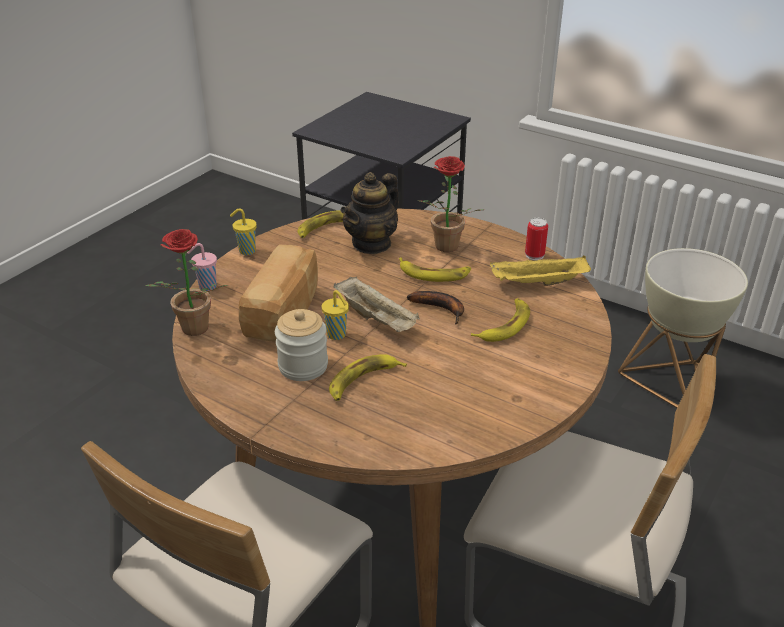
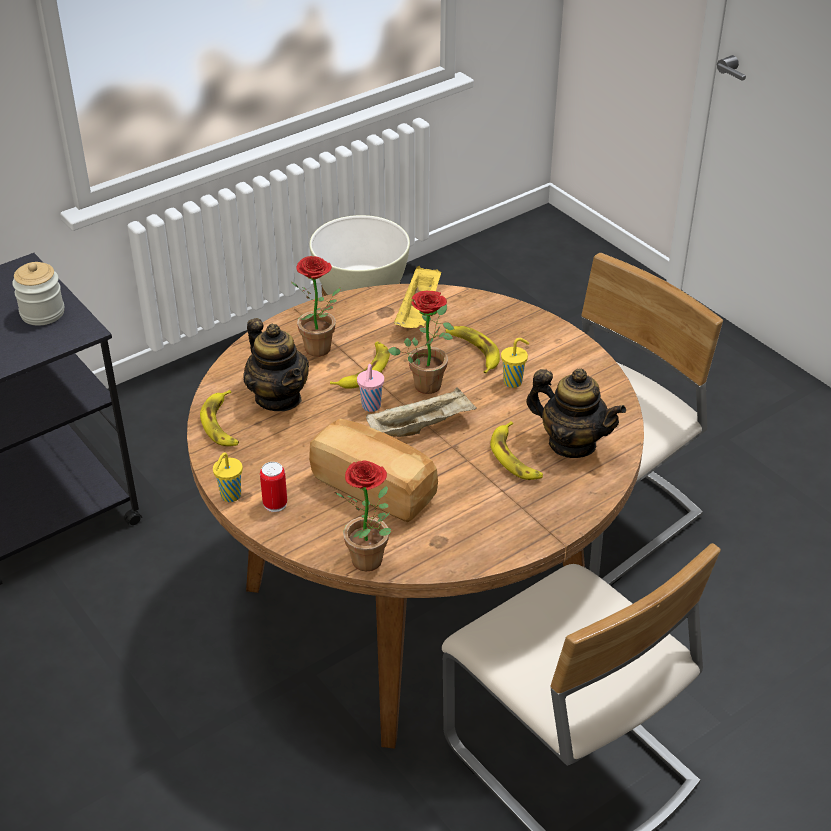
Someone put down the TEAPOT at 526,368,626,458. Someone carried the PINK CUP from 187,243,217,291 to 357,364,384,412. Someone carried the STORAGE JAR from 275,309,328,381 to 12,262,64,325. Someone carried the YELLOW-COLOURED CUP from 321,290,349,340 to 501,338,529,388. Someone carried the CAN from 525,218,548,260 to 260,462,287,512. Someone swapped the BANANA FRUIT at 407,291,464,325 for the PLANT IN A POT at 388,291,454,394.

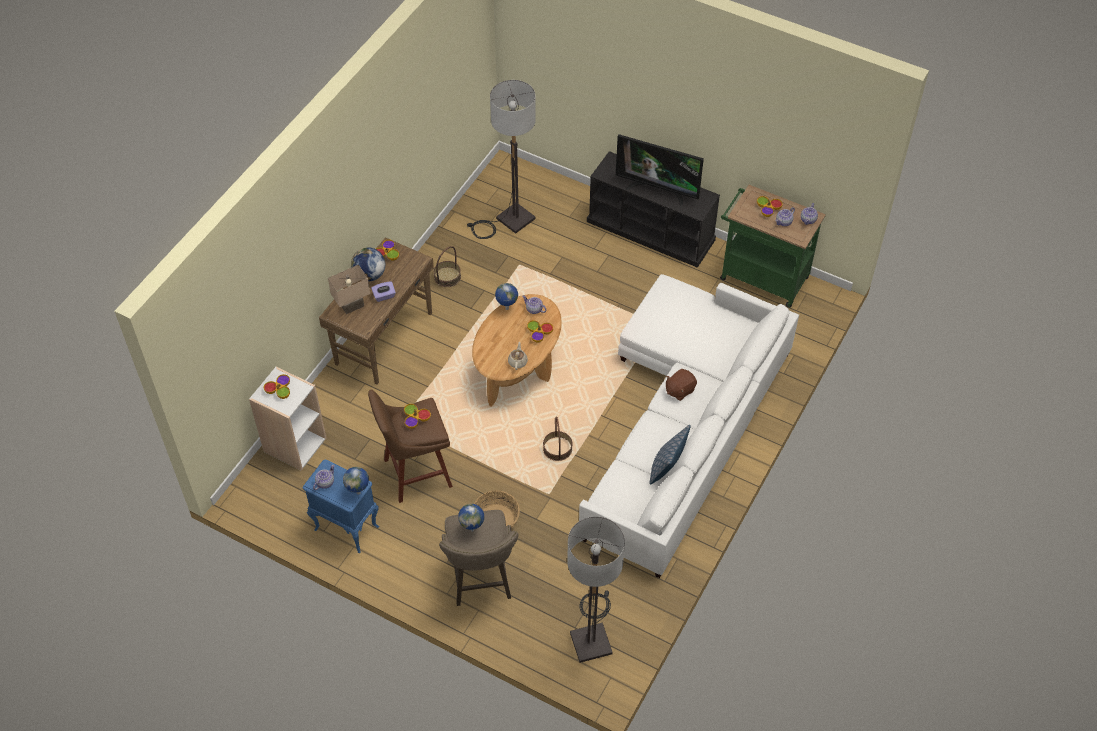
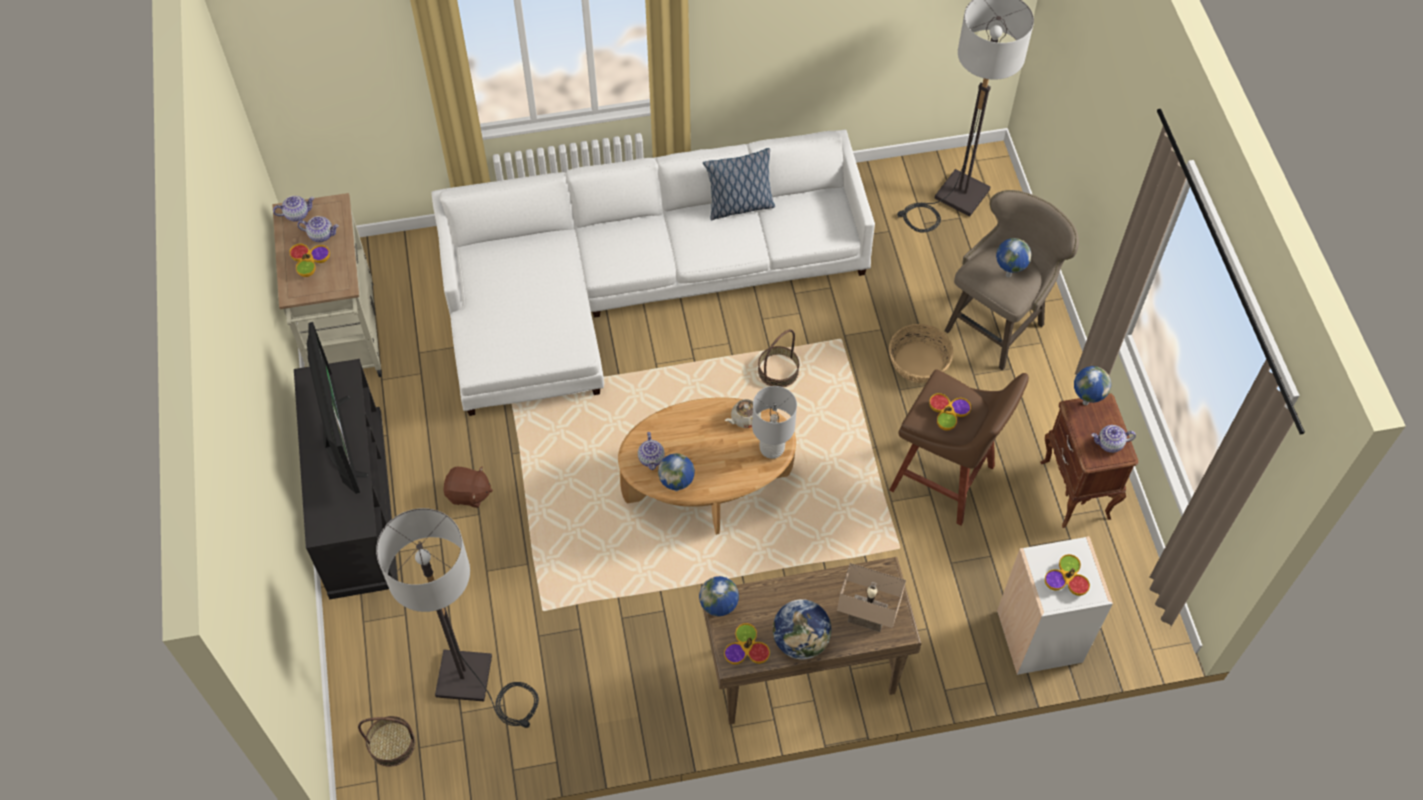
Someone took away the PURPLE-COLOURED TISSUE HOLDER at 371,282,396,302. Someone took away the SERVING BOWL at 527,320,553,343. Someone put down the DESK GLOBE at 699,576,739,616. Someone put down the GREY TABLE LAMP at 752,386,797,459. Someone carried the STORAGE BASKET from 434,246,461,287 to 358,716,415,767. Someone carried the BROWNISH PLUSH TOY from 666,369,697,401 to 443,466,493,508. Someone repainted the BLUISH BEDSIDE TABLE at 303,459,379,554, which became the BROWNISH BEDSIDE TABLE at 1040,393,1138,528. Someone repainted the GREEN WHEELED CART at 720,185,826,308, which became the SAND-COLOURED WHEELED CART at 272,193,382,377.

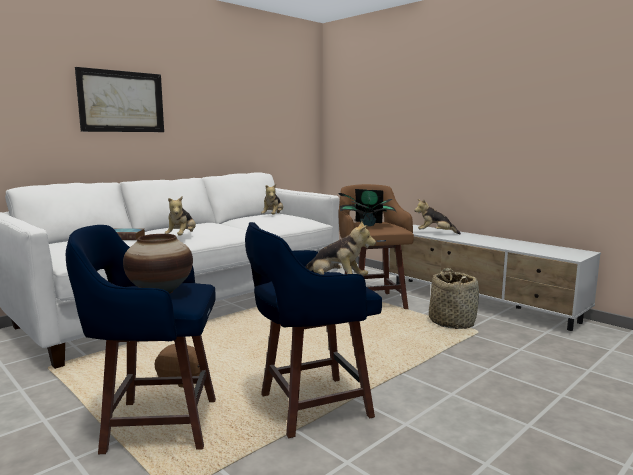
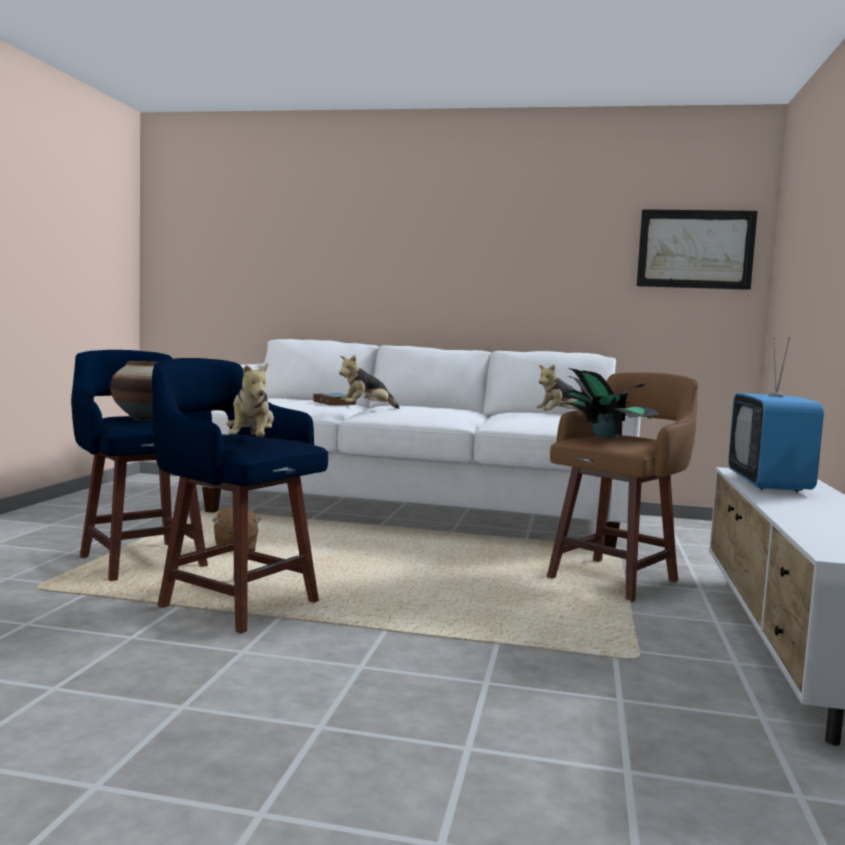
Someone took away the STORAGE BASKET at 429,268,479,329. Someone carried the WALL ART from 75,67,164,132 to 637,209,758,290. Someone swapped the PLUSH TOY at 415,199,461,234 for the TV at 728,337,824,492.

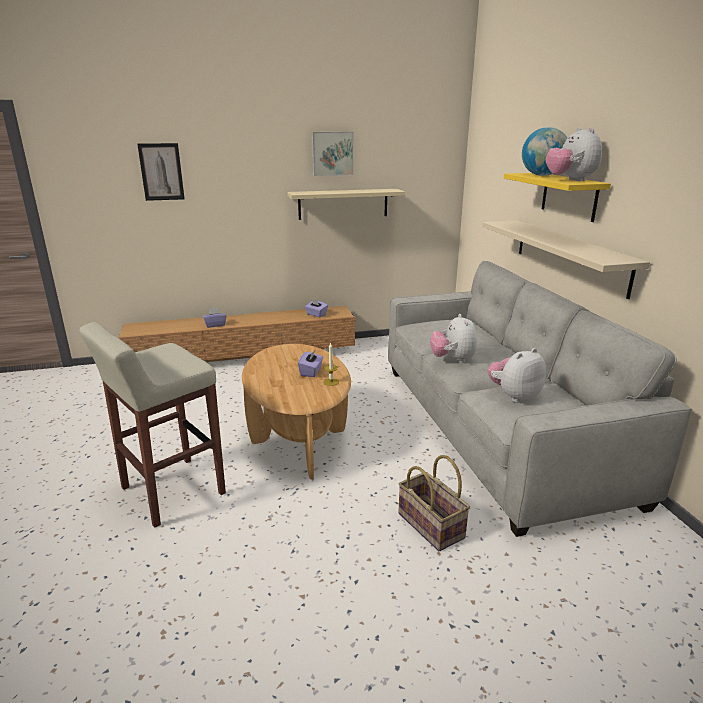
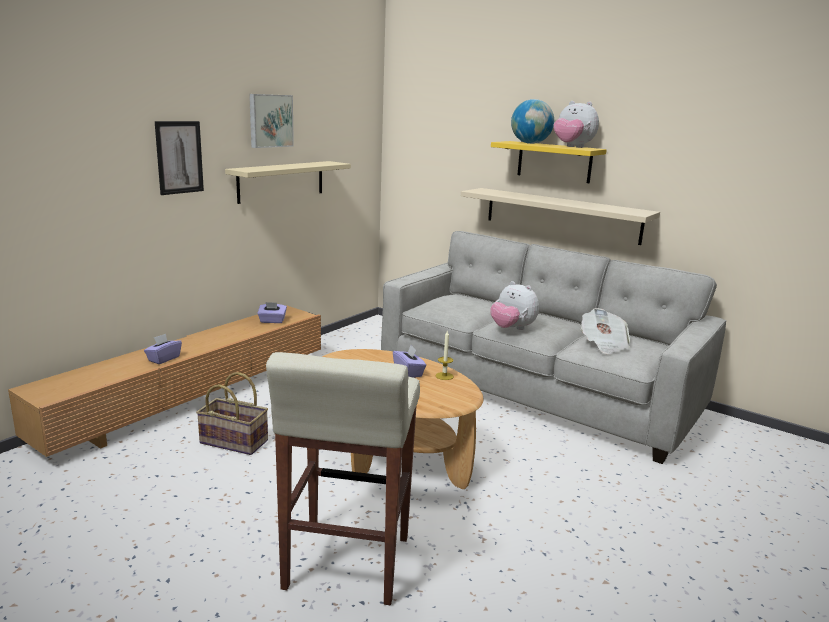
Someone carried the WALL ART from 137,143,185,201 to 155,121,204,195. Someone carried the STORAGE BASKET from 398,455,470,551 to 196,372,268,455. Someone swapped the PLUSH TOY at 488,348,546,403 for the PRINTED PAPER at 581,308,630,354.

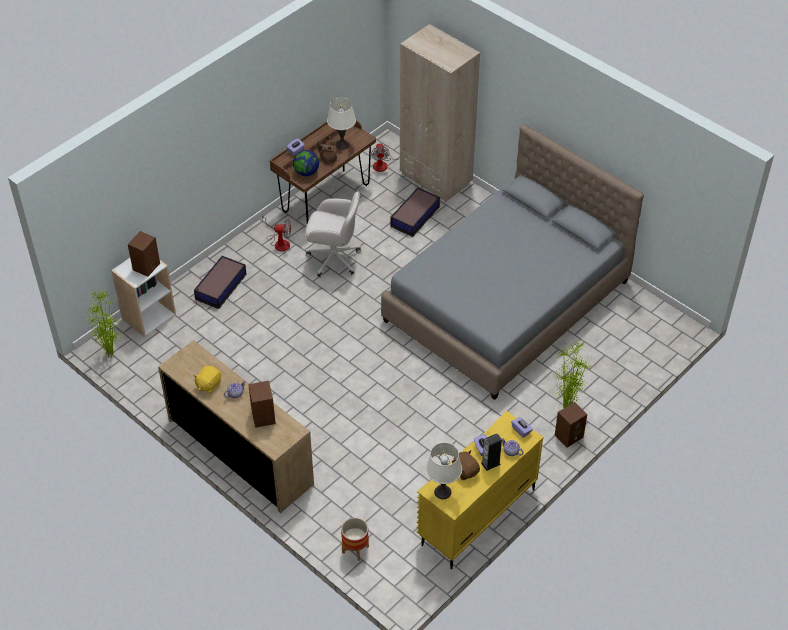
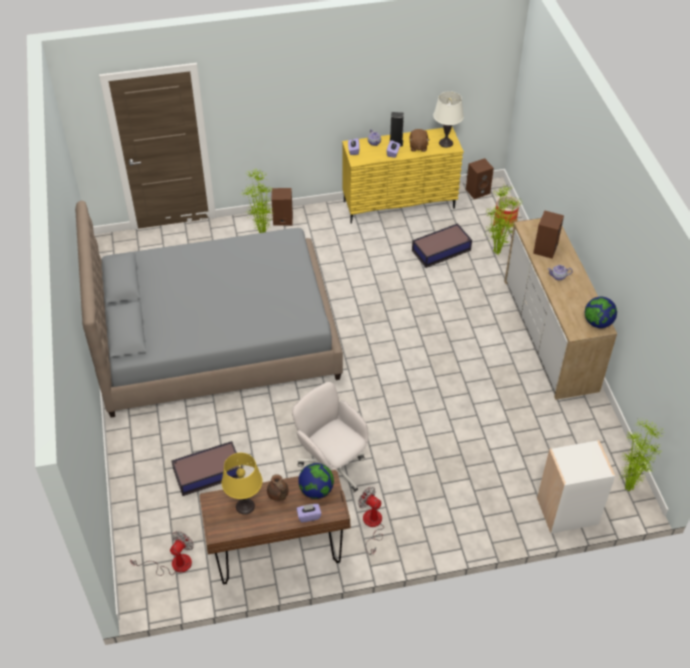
Someone took away the YELLOW-COLOURED PLUSH TOY at 194,366,221,393. Someone took away the SAND-COLOURED ARMOIRE at 400,24,480,202. Someone put down the PLANT IN A POT at 487,183,523,255. Someone put down the DESK GLOBE at 585,297,617,328. Someone carried the BROWNISH LOUDSPEAKER from 128,231,160,277 to 466,158,494,199. Someone carried the STORAGE CONTAINER from 194,256,246,309 to 412,223,472,268. Someone repainted the WHITE TABLE LAMP at 327,98,356,150, which became the YELLOW-COLOURED TABLE LAMP at 222,453,262,515.

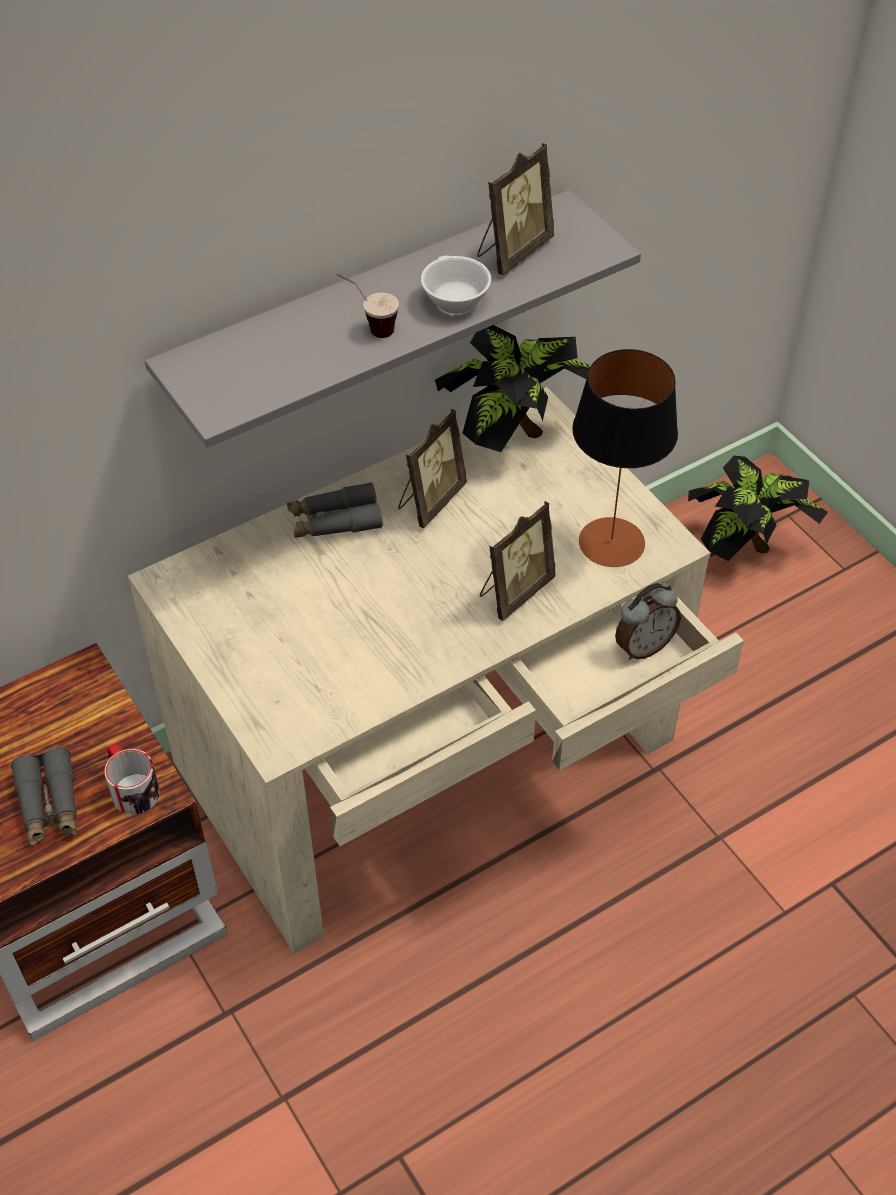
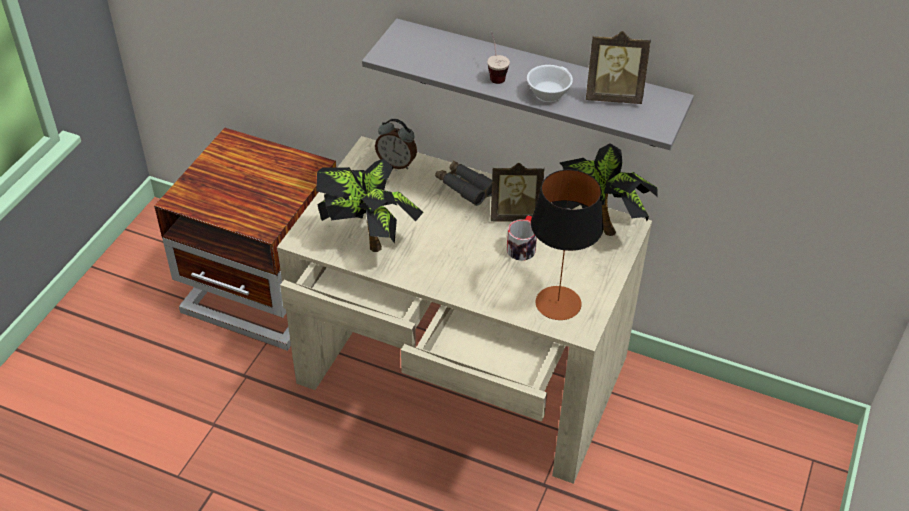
Someone took away the GREY PAIR OF BINOCULARS at 11,747,77,846. Someone took away the PHOTO FRAME at 480,501,556,621. Someone carried the TEA MUG from 105,743,160,815 to 506,216,537,261. Someone carried the ALARM CLOCK from 615,583,681,660 to 375,119,417,169. Someone carried the PLANT IN A POT from 688,456,828,561 to 316,159,424,252.

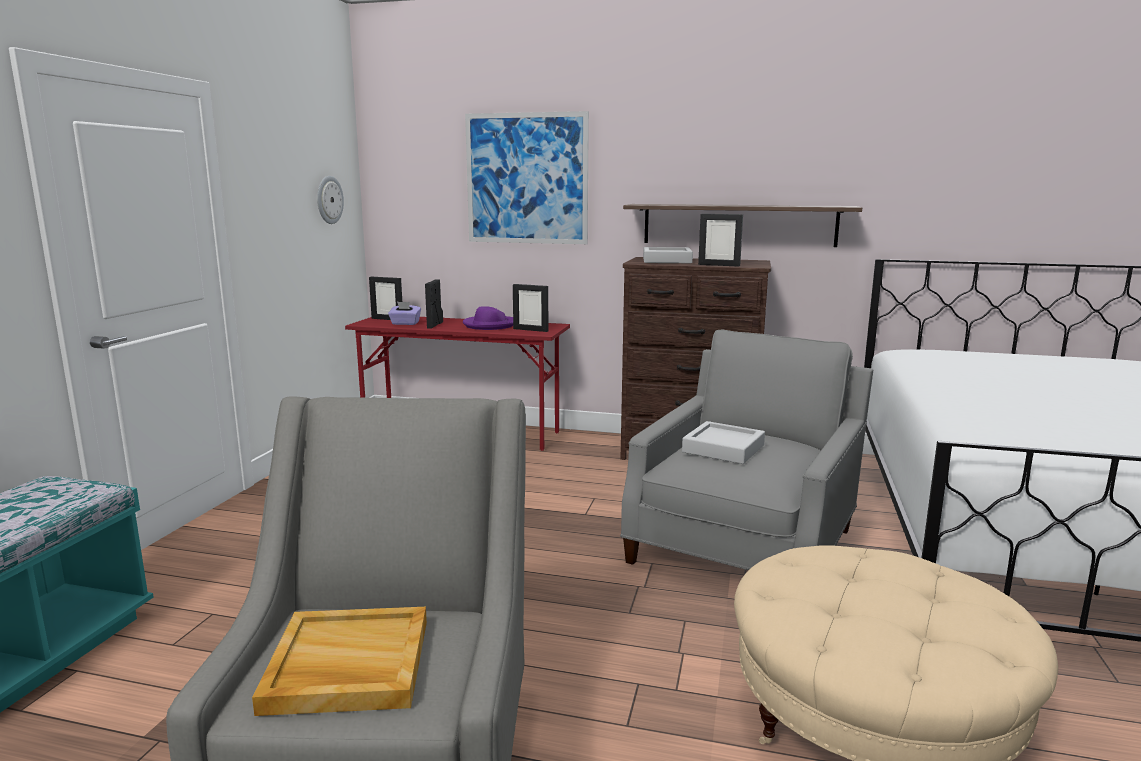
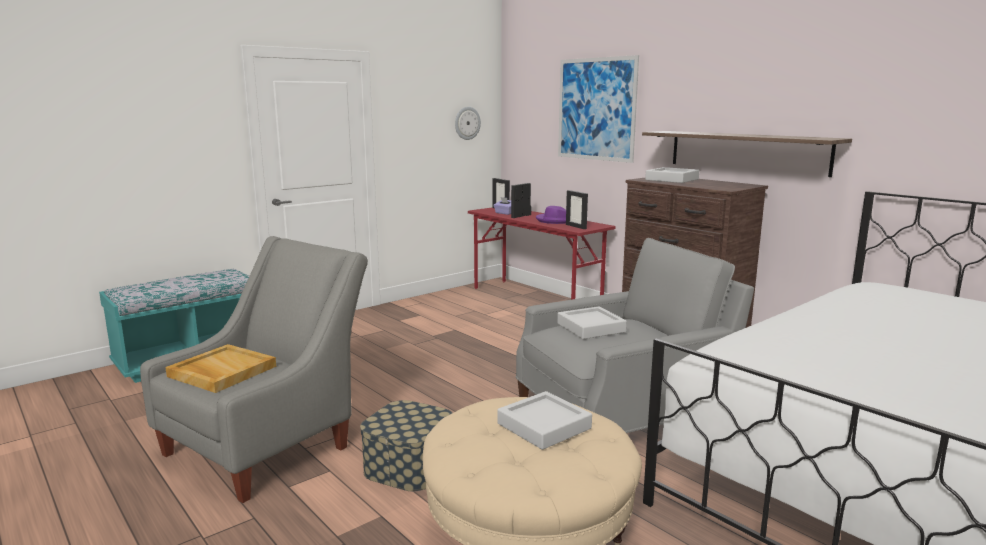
Someone took away the PHOTO FRAME at 698,214,743,267. Someone put down the STORAGE CONTAINER at 360,400,452,491. Someone put down the GREY CARRYING TRAY at 497,391,592,450.

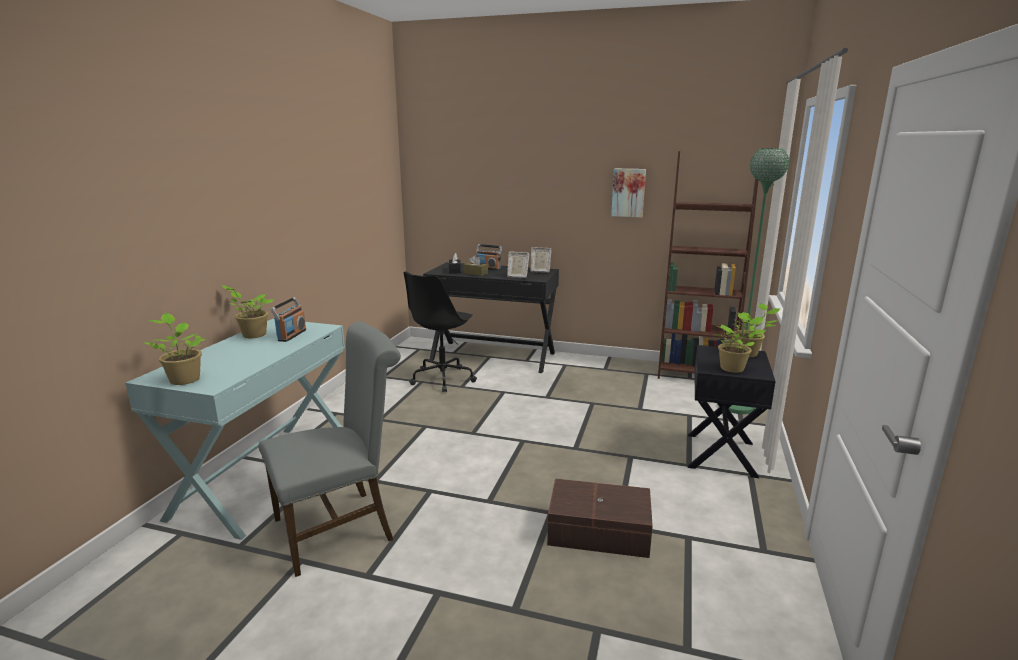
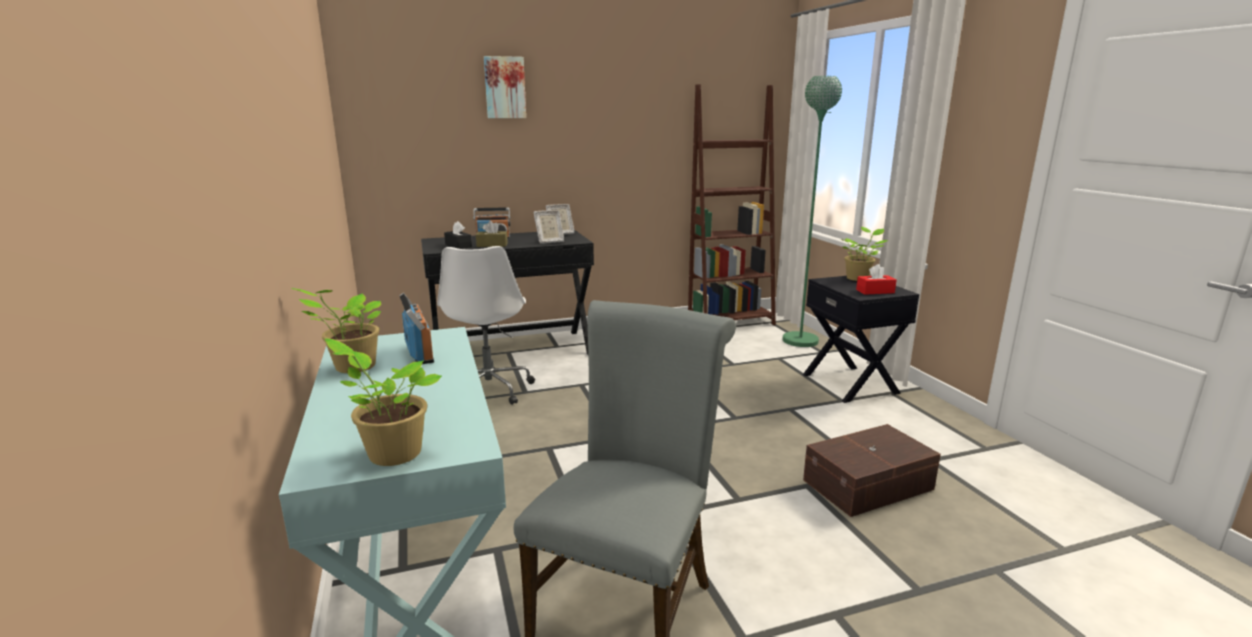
Someone carried the WALL ART from 611,169,646,217 to 484,56,526,118. Someone swapped the PLANT IN A POT at 716,313,766,373 for the REDDISH TISSUE HOLDER at 856,264,897,295. Someone repainted the BLACK-COLOURED DESK CHAIR at 404,271,477,392, which became the WHITE DESK CHAIR at 437,246,535,405.

